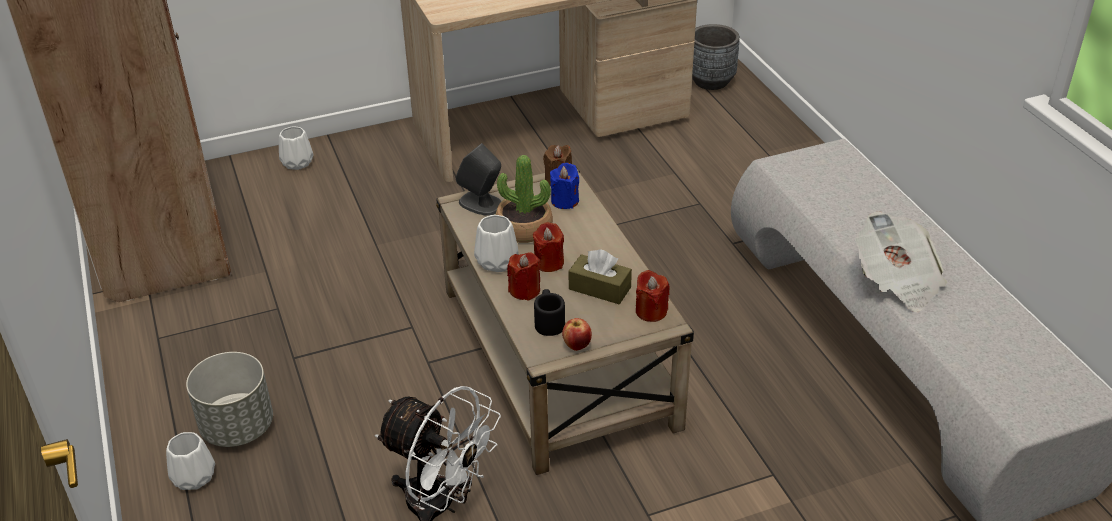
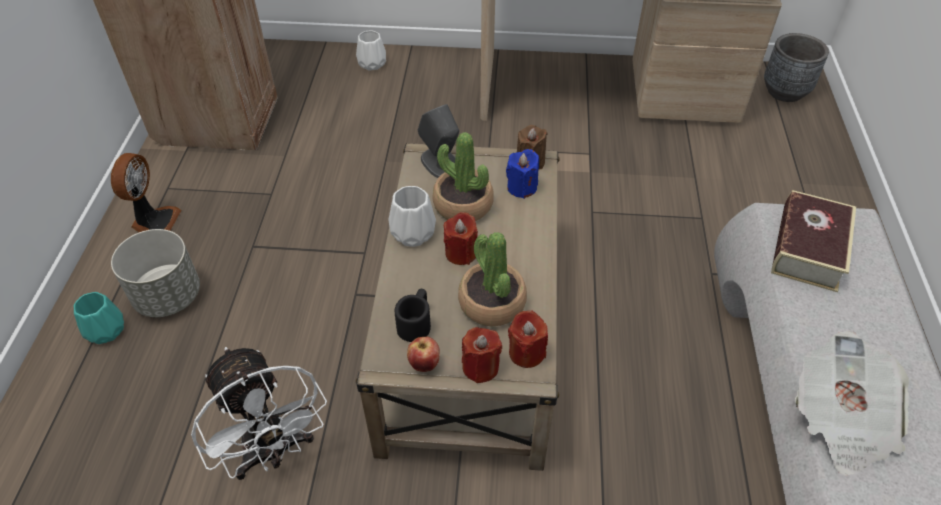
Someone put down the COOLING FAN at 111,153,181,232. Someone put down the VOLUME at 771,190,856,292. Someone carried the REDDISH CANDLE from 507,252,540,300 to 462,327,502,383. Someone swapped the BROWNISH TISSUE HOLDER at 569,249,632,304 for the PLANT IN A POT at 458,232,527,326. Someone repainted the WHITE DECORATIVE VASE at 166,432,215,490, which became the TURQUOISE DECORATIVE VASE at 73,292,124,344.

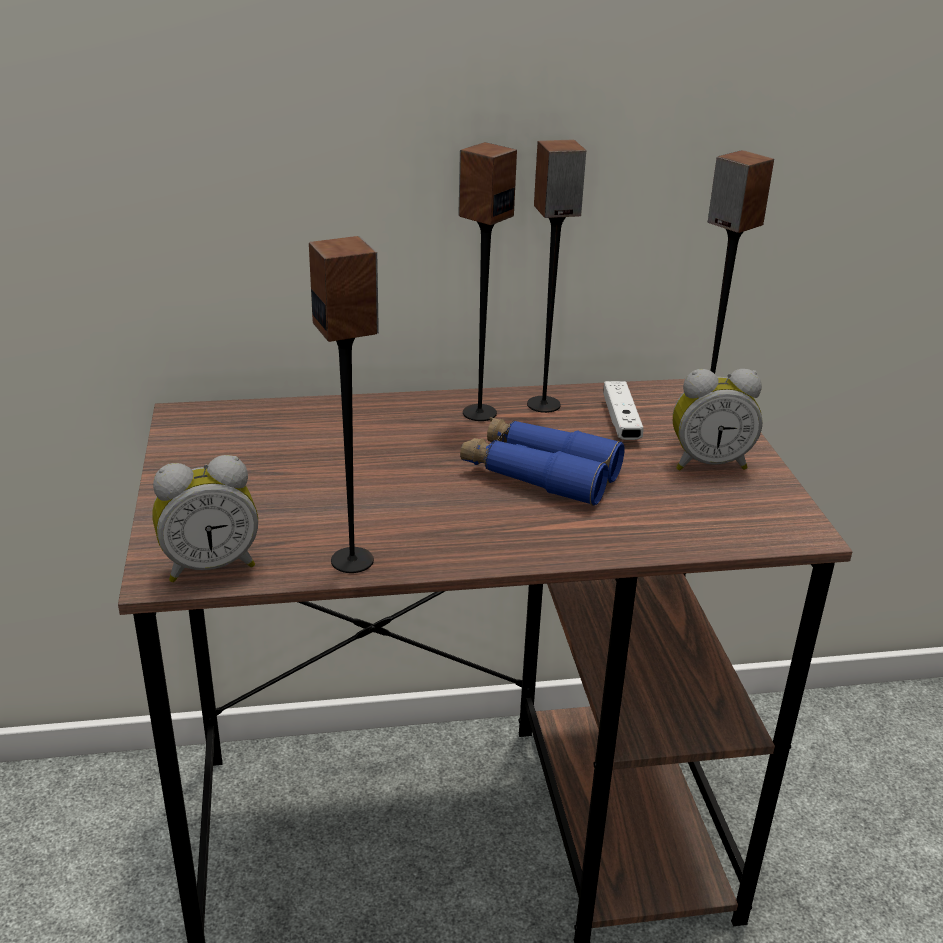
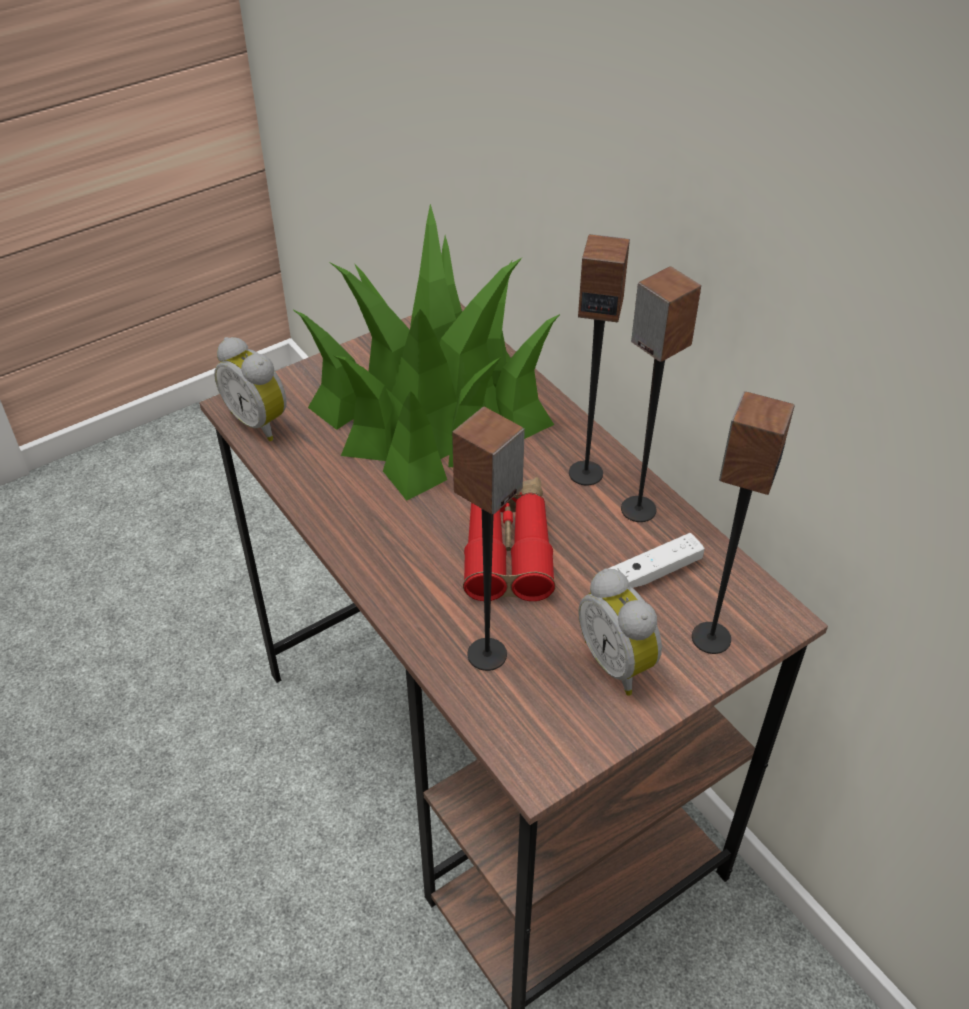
Someone put down the PLANT IN A POT at 292,204,560,501. Someone carried the LOUDSPEAKER from 309,236,379,573 to 452,406,525,671. Someone repainted the BLUISH PAIR OF BINOCULARS at 460,417,624,506, which became the REDDISH PAIR OF BINOCULARS at 463,477,556,601.

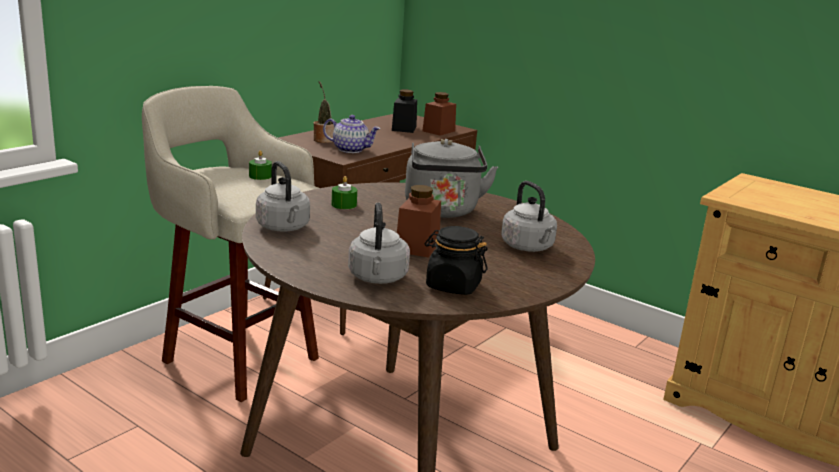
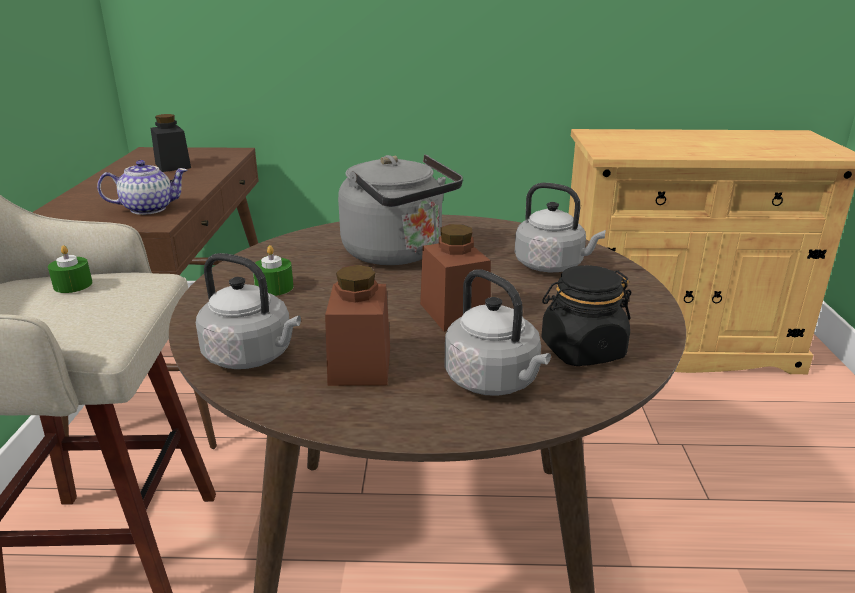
Someone took away the PLANT IN A POT at 314,81,334,143. Someone carried the BROWNISH STORAGE JAR from 422,92,456,135 to 325,265,390,386.

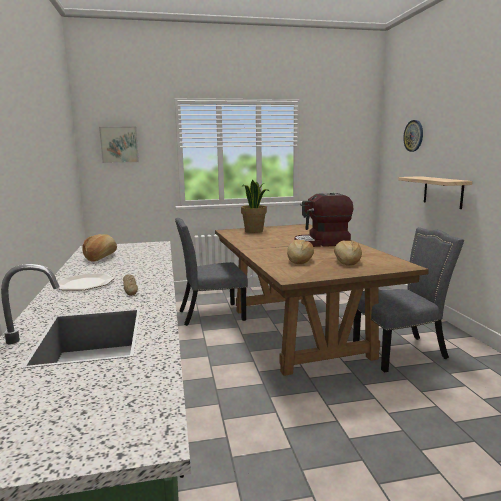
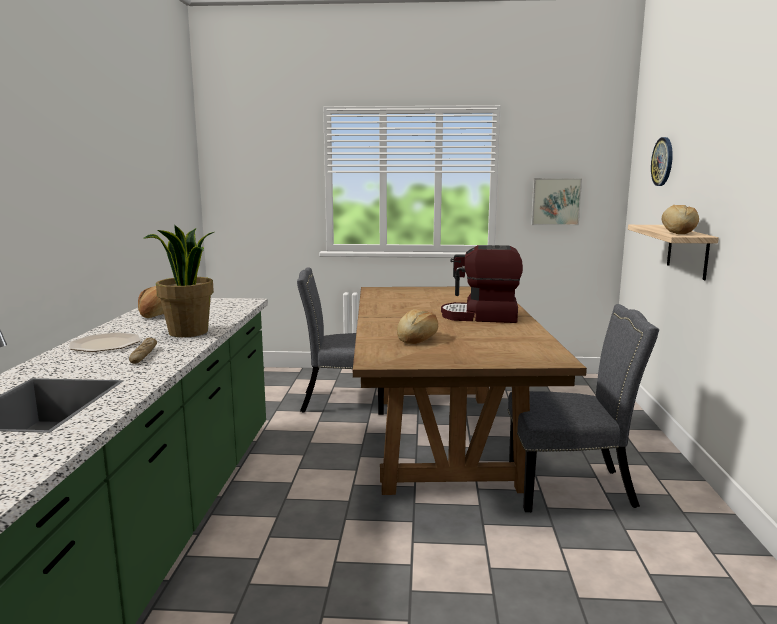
Someone carried the WALL ART from 99,127,139,163 to 531,178,582,225. Someone carried the PLANT IN A POT from 241,180,269,233 to 144,225,214,337. Someone carried the BAKERY BREAD from 334,240,362,266 to 661,205,699,234.

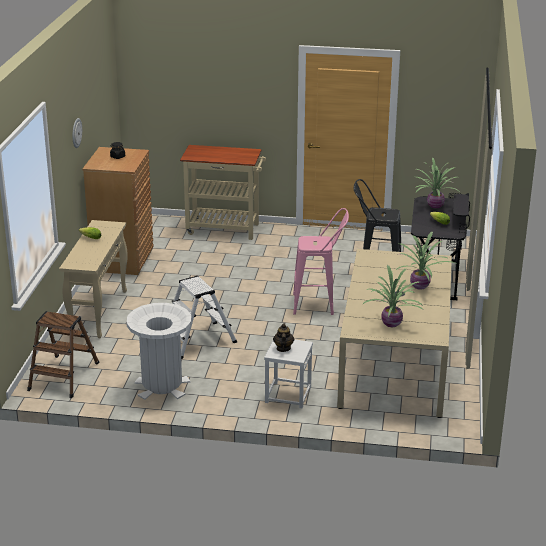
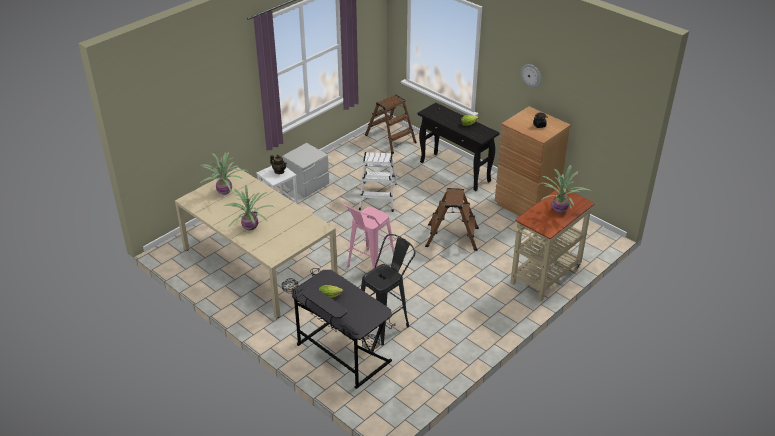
Someone took away the WHITE TRASH CAN at 126,303,191,400. Someone put down the WHITE BEDSIDE TABLE at 282,143,329,197. Someone put down the BROWNISH STEPLADDER at 425,188,479,251. Someone carried the PLANT IN A POT from 415,158,460,208 to 539,165,590,213. Someone repainted the SAND-COLOURED CONSOLE TABLE at 59,220,128,338, which became the BLACK-COLOURED CONSOLE TABLE at 418,102,500,191.

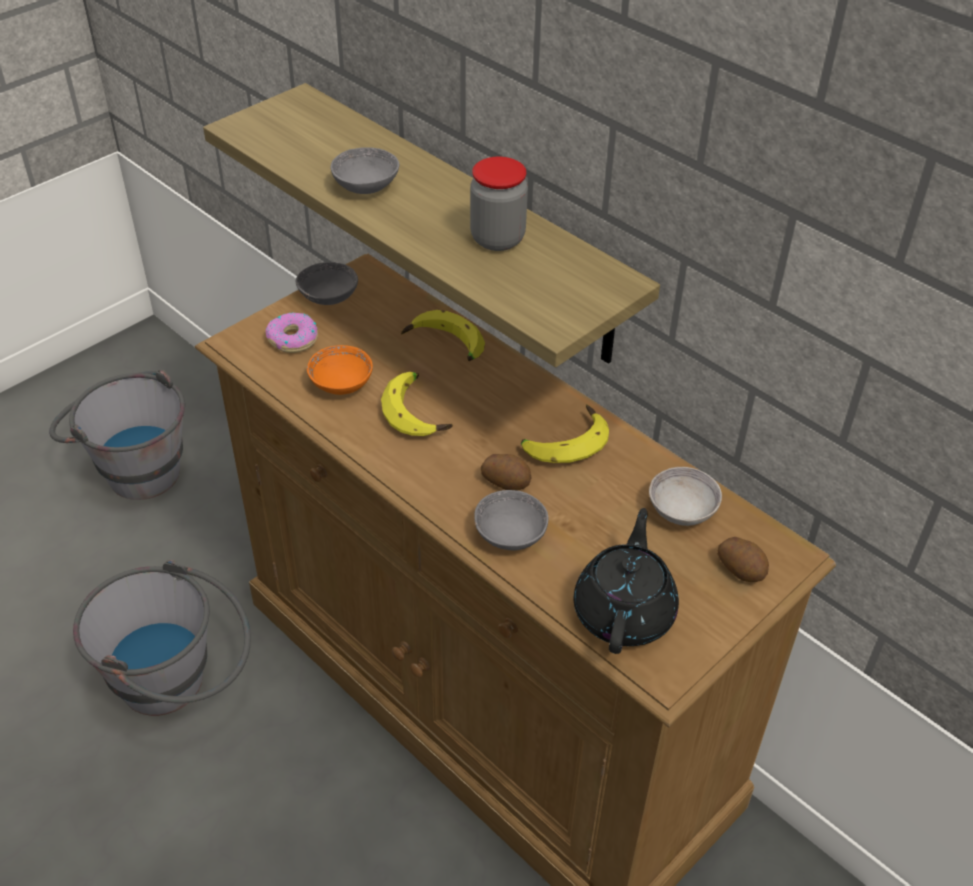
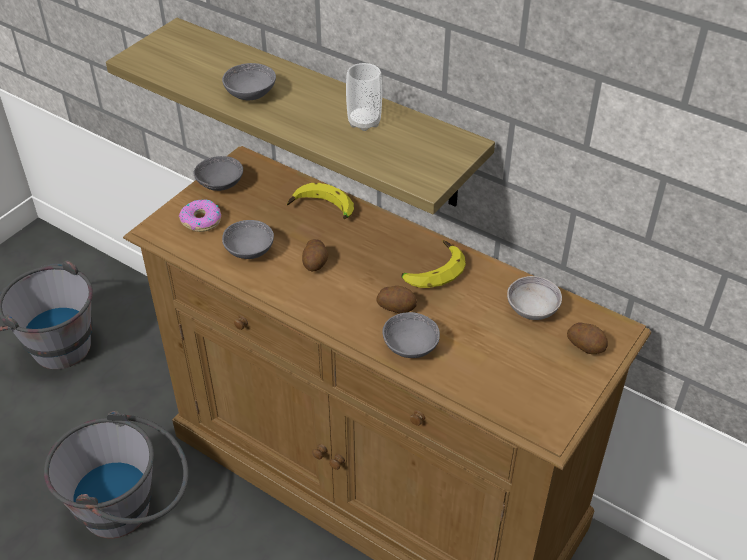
Someone took away the BLACK-COLOURED TEAPOT at 574,508,679,654. Someone swapped the BANANA FRUIT at 381,372,453,436 for the SPUD at 302,239,328,272. Someone swapped the STORAGE JAR at 470,157,528,251 for the CUP at 346,63,382,131. Someone repainted the ORANGEY SERVING BOWL at 307,345,373,395, which became the GREY SERVING BOWL at 222,220,274,259.

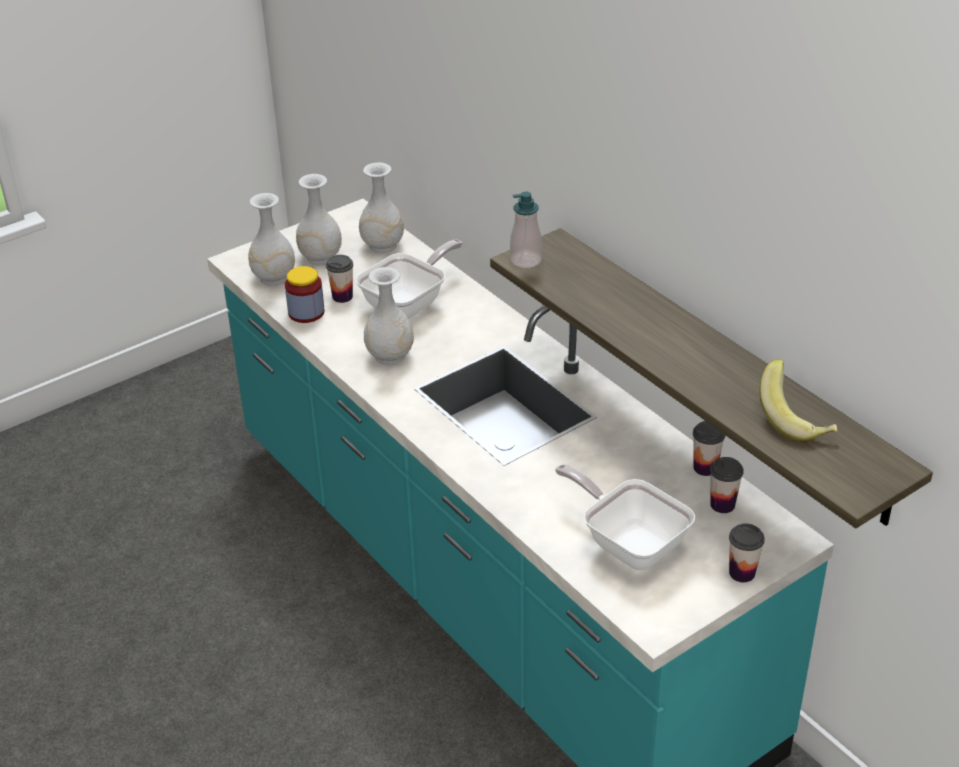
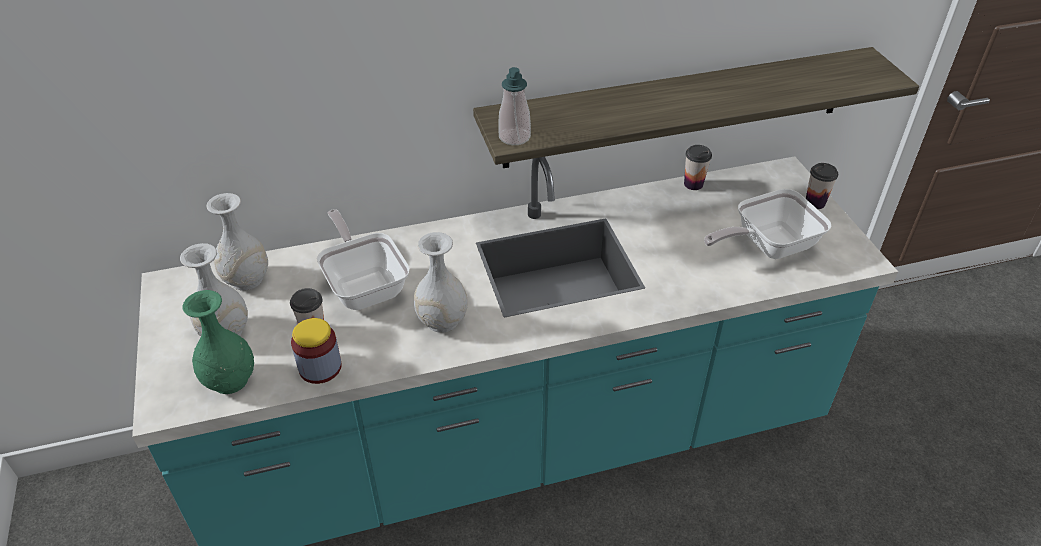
Someone took away the CUP at 710,457,744,513. Someone took away the BANANA FRUIT at 759,359,838,442. Someone repainted the WHITE DECORATIVE VASE at 248,193,295,286, which became the GREEN DECORATIVE VASE at 183,290,254,394.

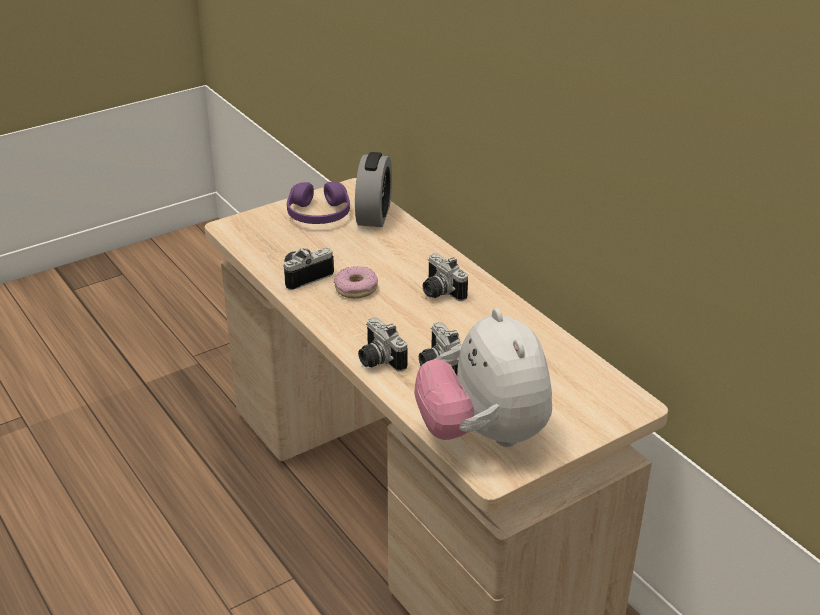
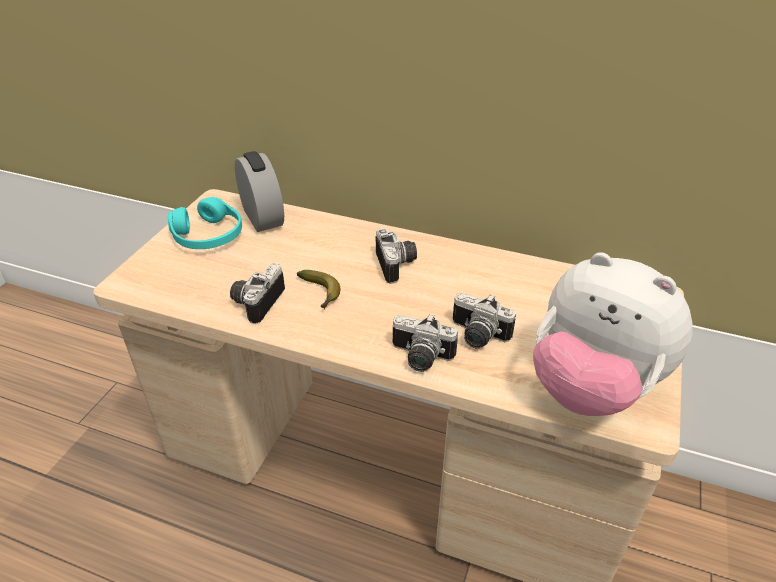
Someone swapped the RING DOUGHNUT at 334,266,378,298 for the BANANA FRUIT at 297,270,340,309. Someone repainted the PURPLE-COLOURED HEADSET at 287,182,350,224, which became the TURQUOISE HEADSET at 168,197,242,249. Someone rotated the PHOTO CAMERA at 423,253,468,301 by 120 degrees counterclockwise.

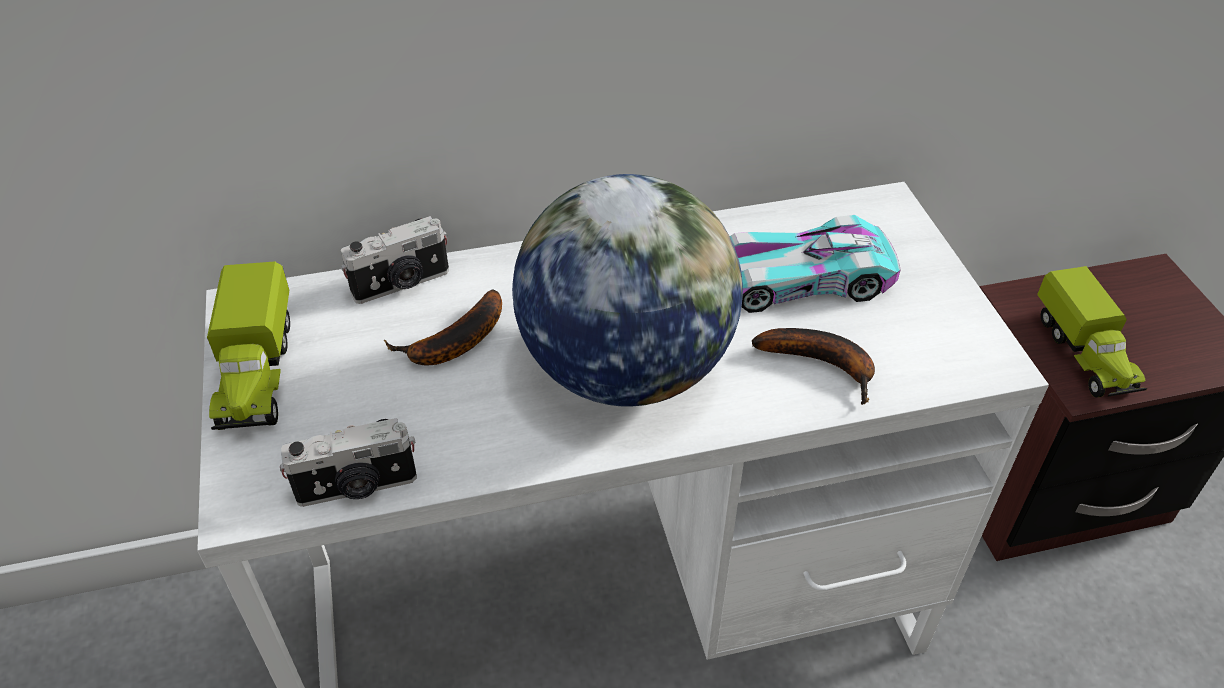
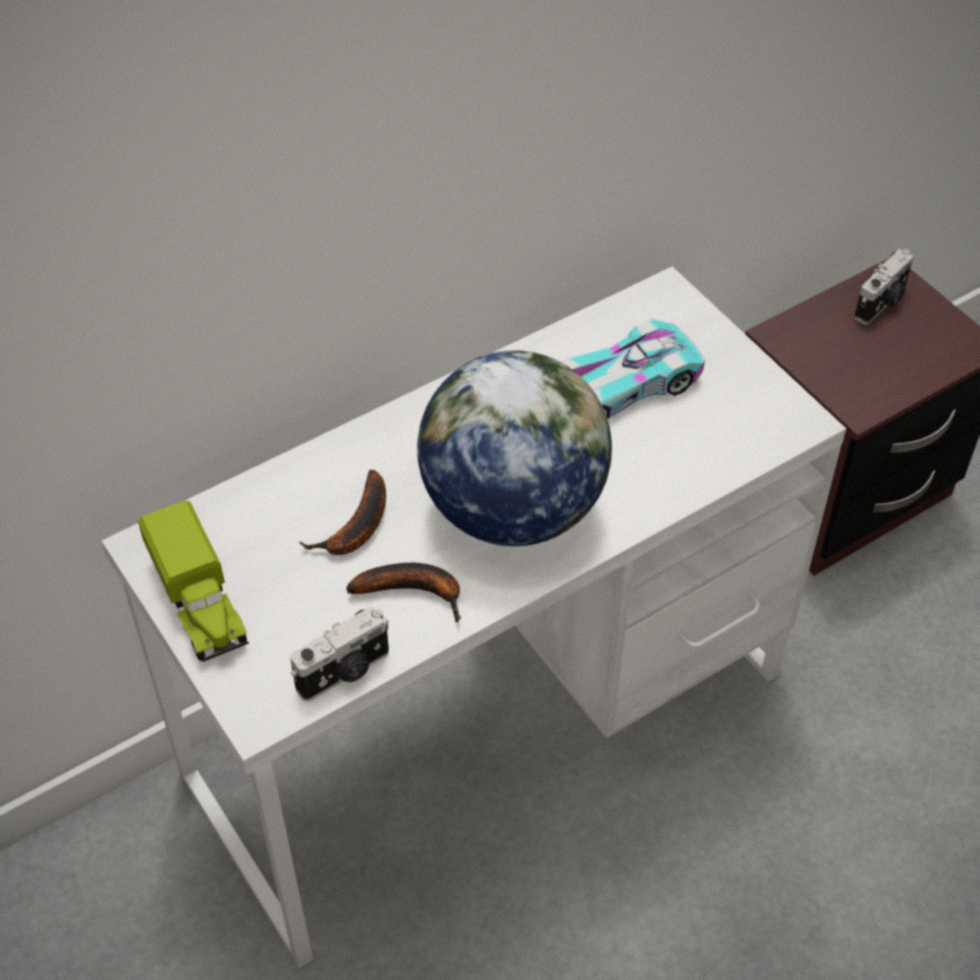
Someone took away the TOY TRUCK at 1037,266,1147,397. Someone carried the PHOTO CAMERA from 341,216,449,304 to 854,249,914,325. Someone carried the BANANA FRUIT from 752,328,875,405 to 346,563,461,623.

